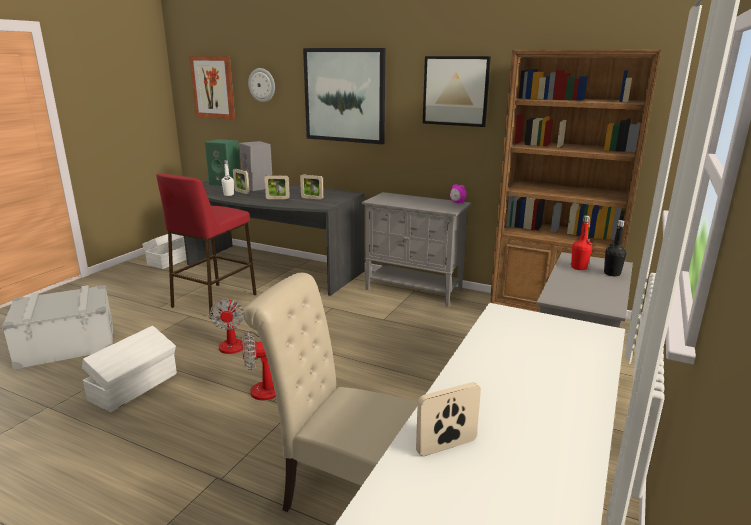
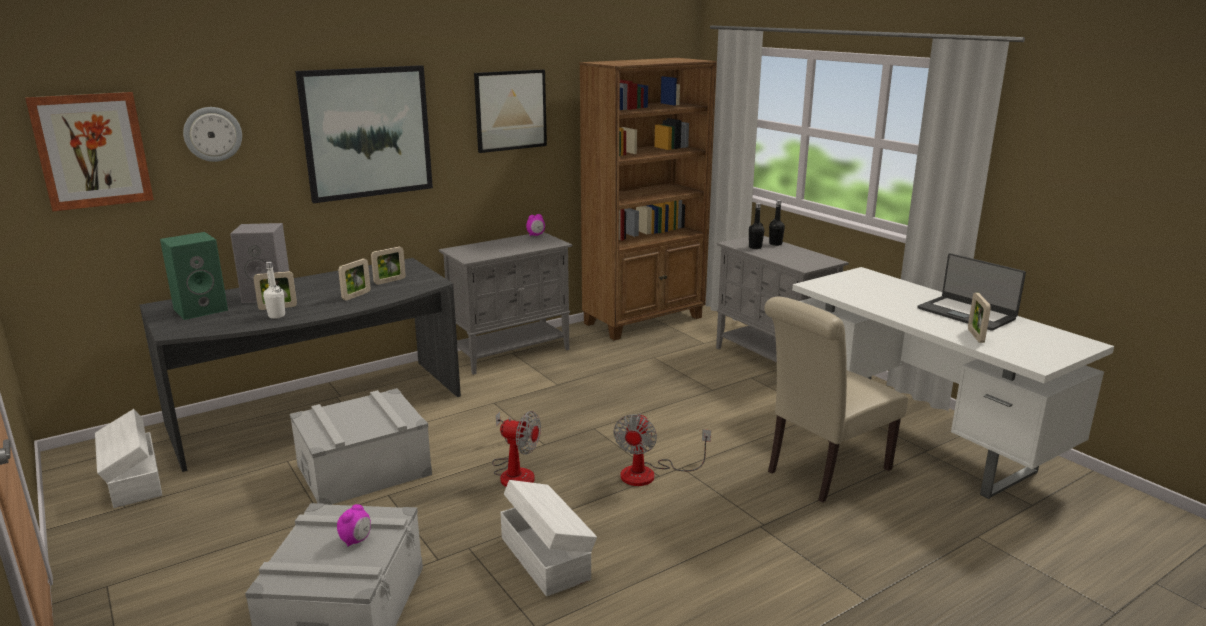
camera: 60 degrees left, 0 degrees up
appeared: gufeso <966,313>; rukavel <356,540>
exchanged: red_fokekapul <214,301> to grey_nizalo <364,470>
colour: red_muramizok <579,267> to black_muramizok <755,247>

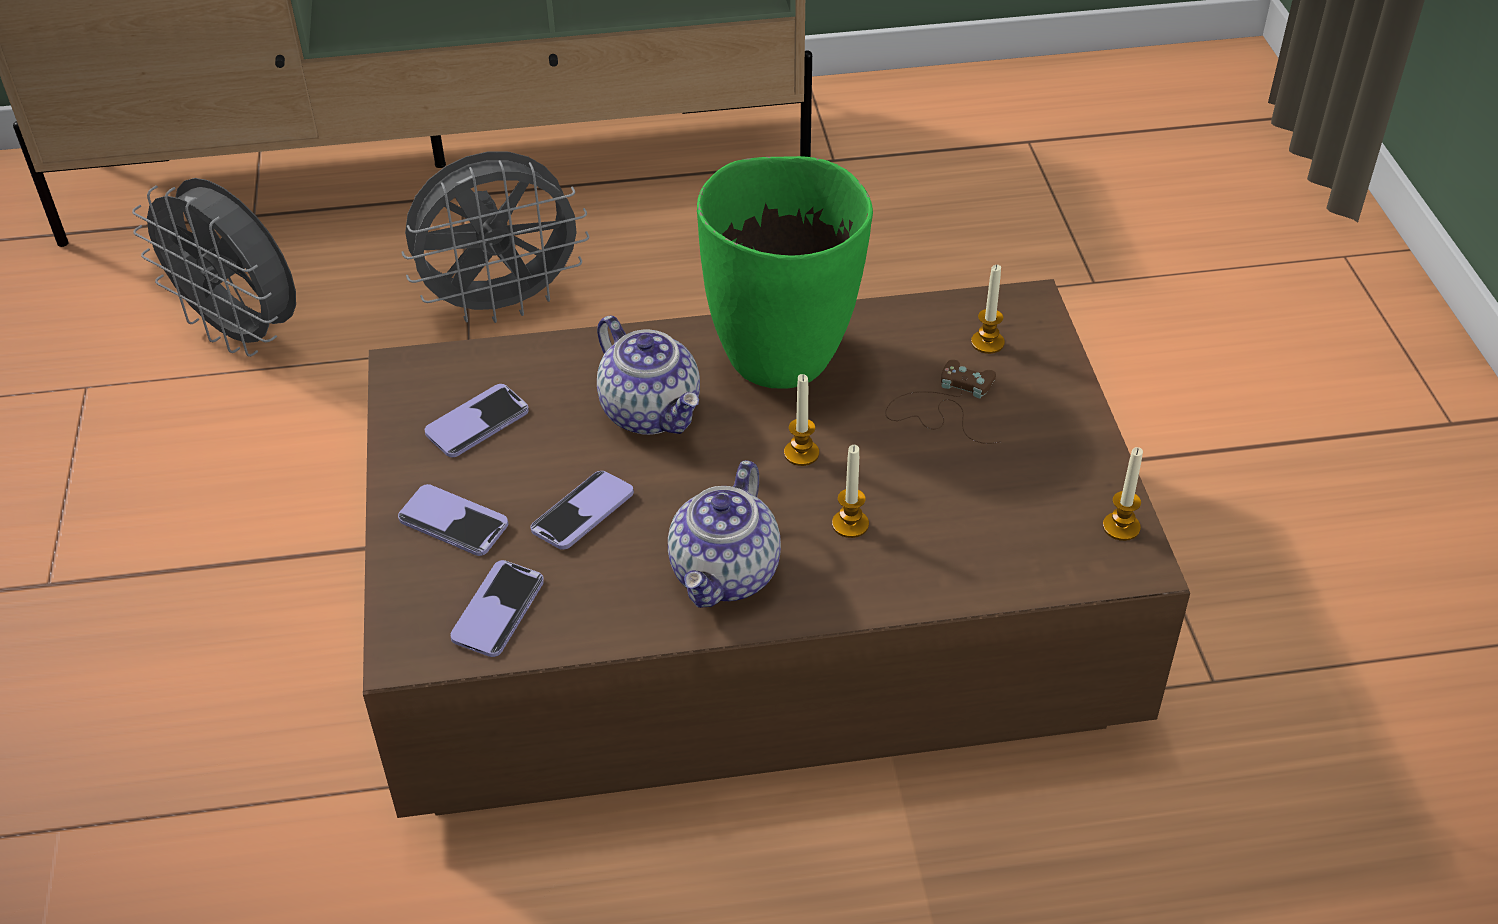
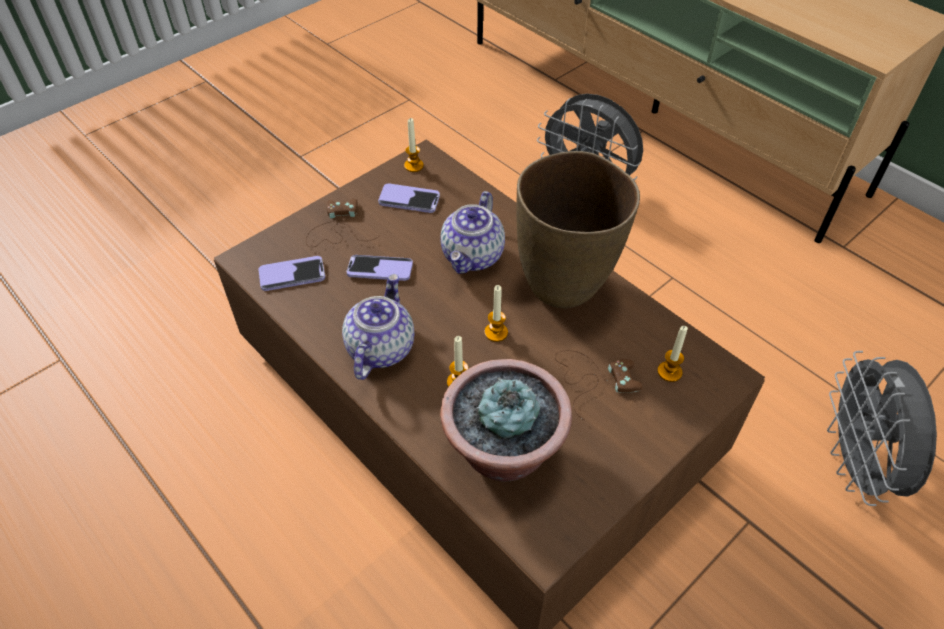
camera: 55 degrees right, 5 degrees up
appeared: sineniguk <503,451>
relocated: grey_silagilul <244,334> to <855,465>; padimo <1121,527> to <413,166>
exchanged: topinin <453,523> to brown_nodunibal <337,228>
colour: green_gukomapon <782,356> to brown_gukomapon <565,285>
spun: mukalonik <726,575> = <380,348> 120 degrees clockwise

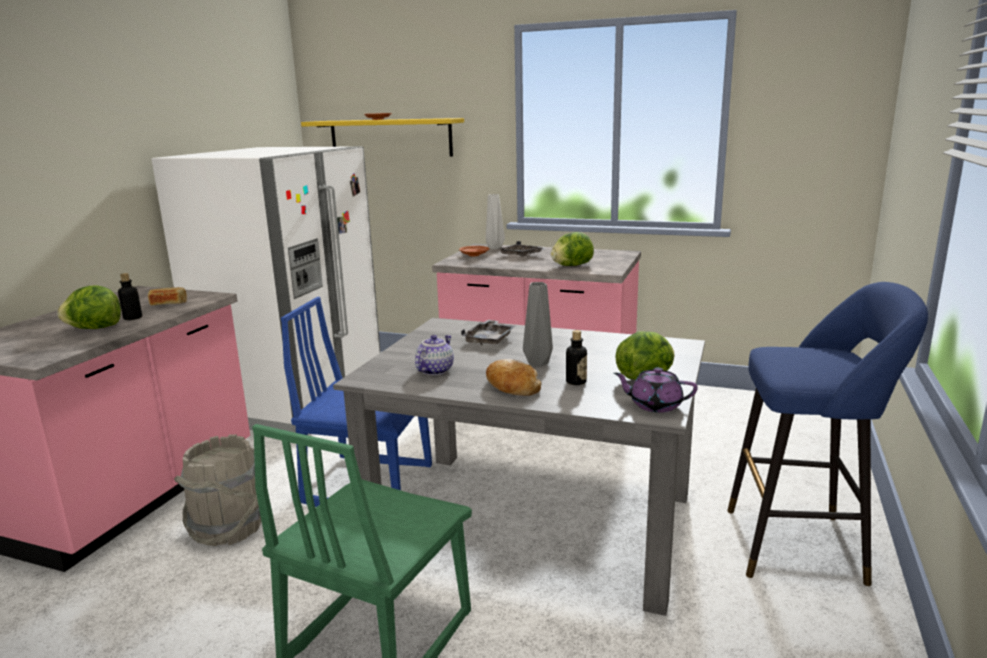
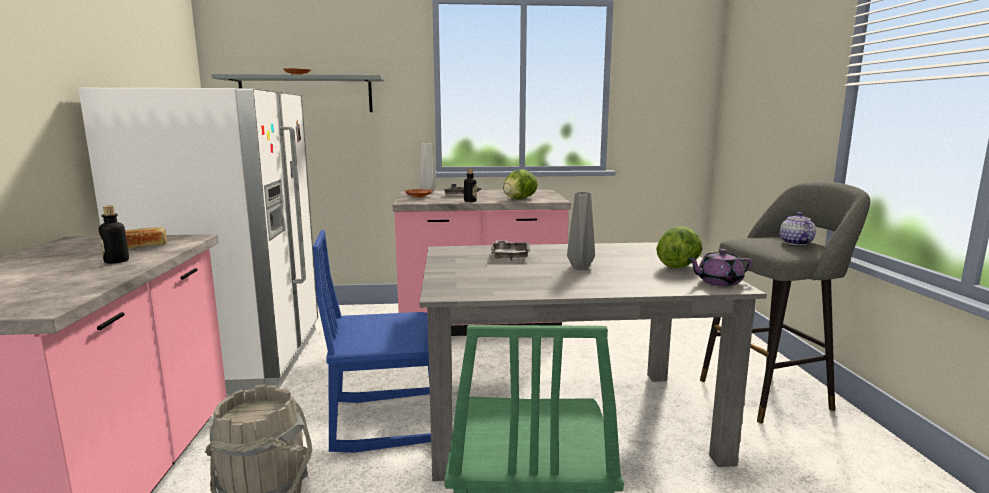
camera: 25 degrees left, 5 degrees down
missing: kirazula <95,328>; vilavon <511,387>
relocated: muramizok <576,382> to <470,201>; mukalonik <434,370> to <795,243>
colour: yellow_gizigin <390,138> to grey_gizigin <306,94>; blue_fokekapul <803,546> to grey_fokekapul <770,393>

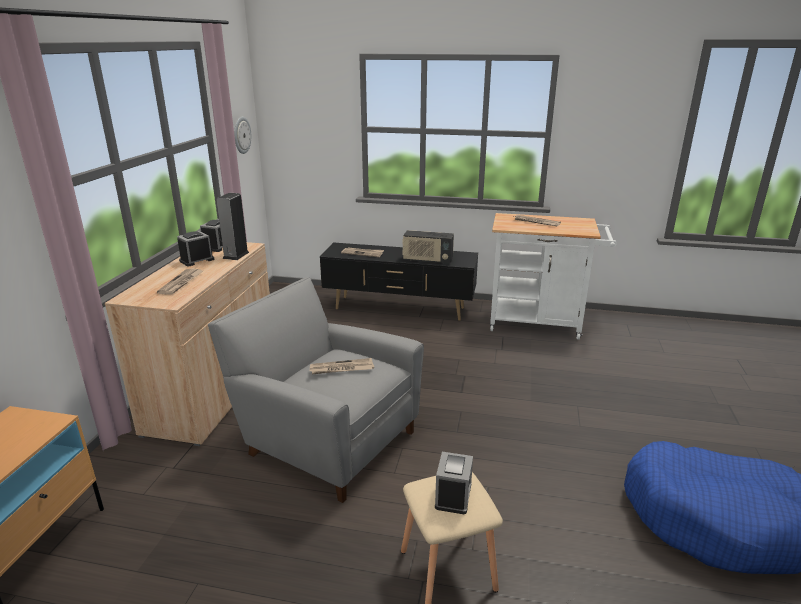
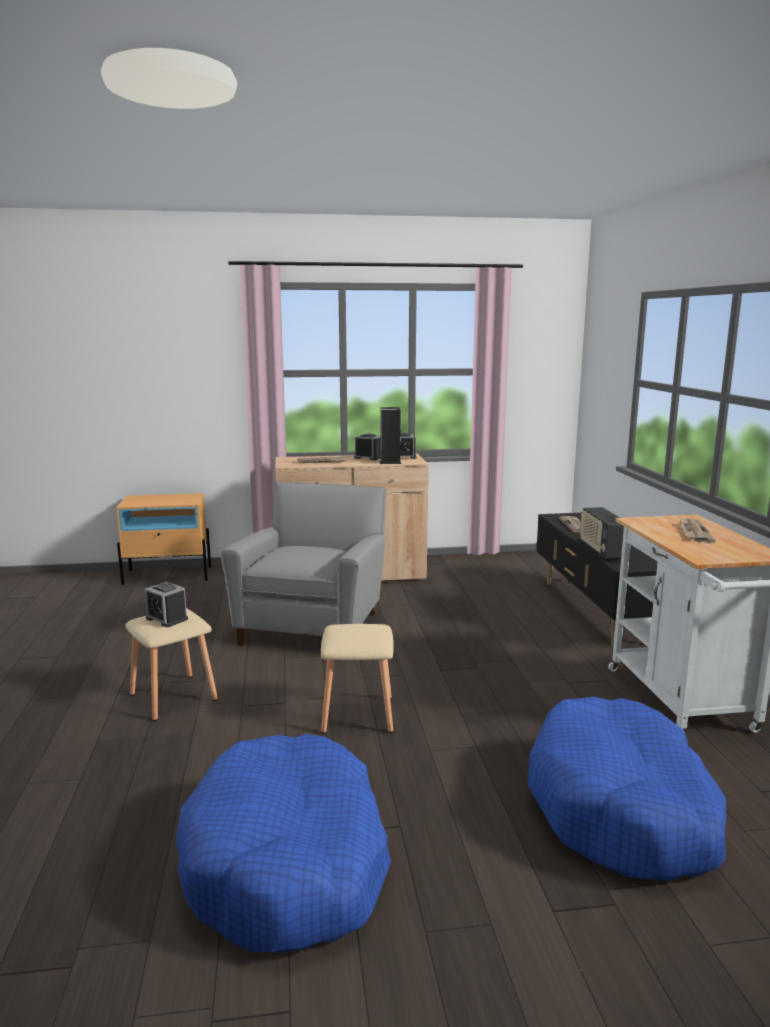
camera: 70 degrees right, 10 degrees down
missing: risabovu <241,135>; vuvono <341,369>
appeared: beige_fokekapul <359,714>; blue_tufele <622,808>
spun: rukavel <453,496> = <167,619> 45 degrees clockwise

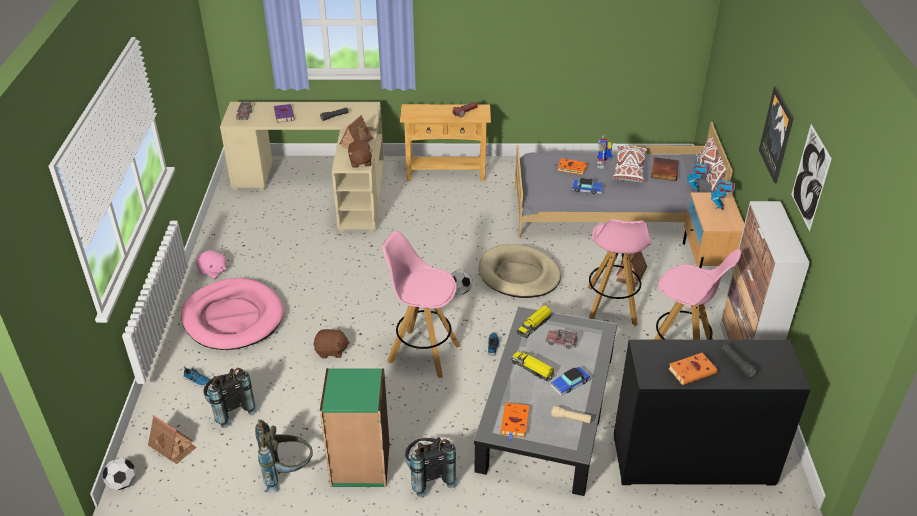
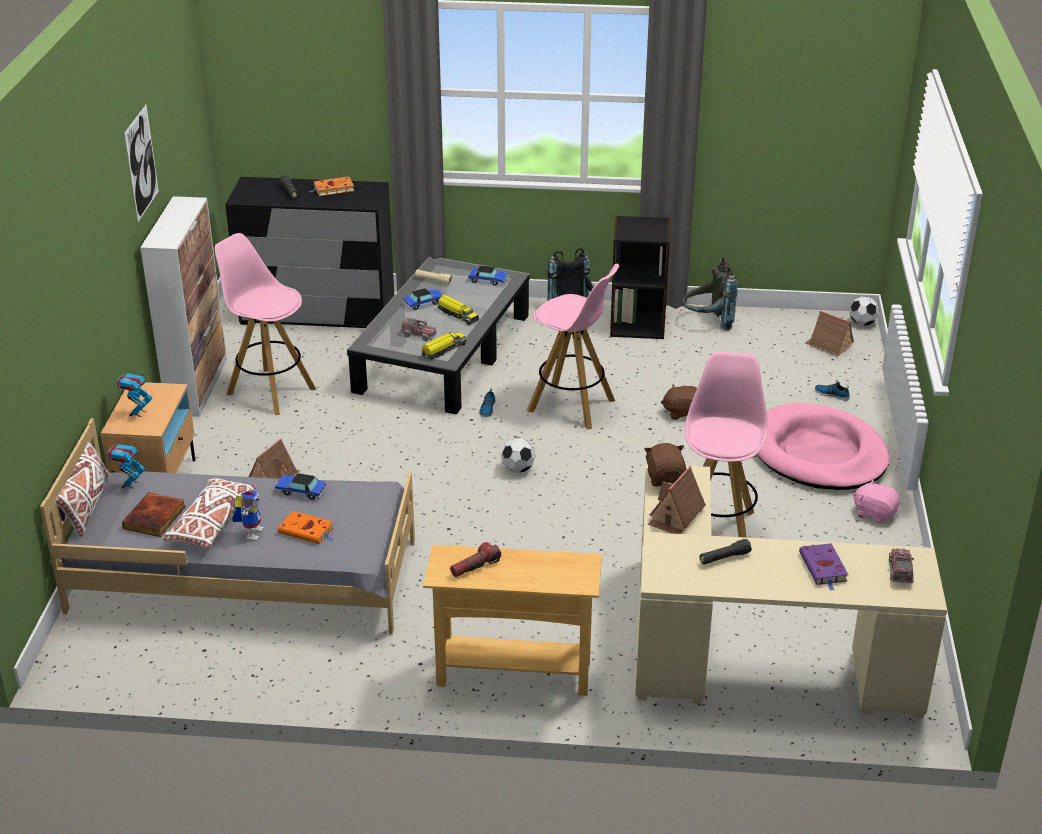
camera: 175 degrees left, 5 degrees down
missing: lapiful <777,134>; beige_tufele <519,275>; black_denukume <230,409>
relocated: pink_fokekapul <611,306> to <717,529>
exchanged: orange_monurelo <515,423> to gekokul <488,280>
colour: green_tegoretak <360,466> to black_tegoretak <637,324>

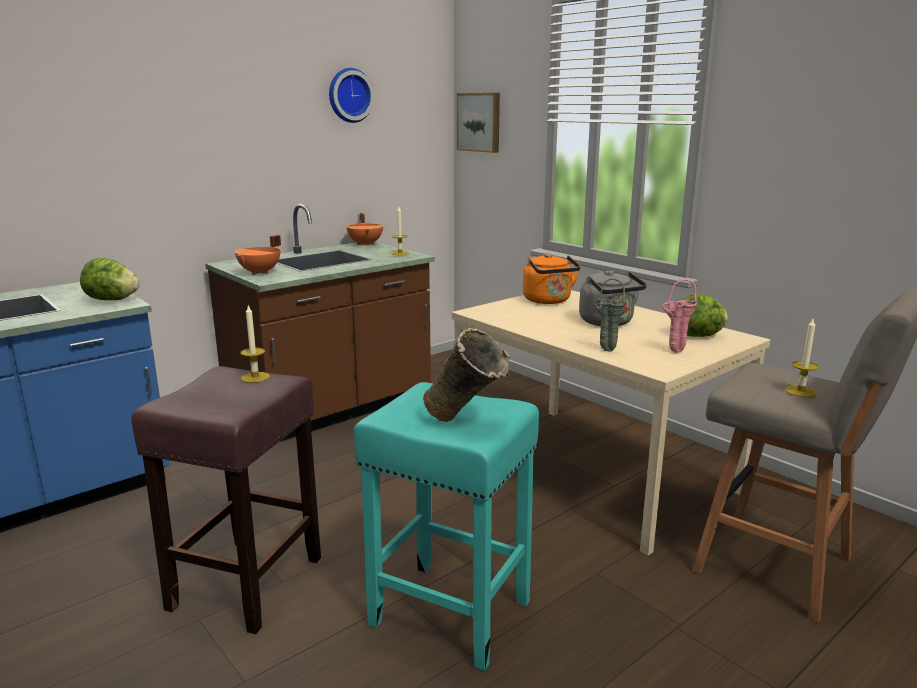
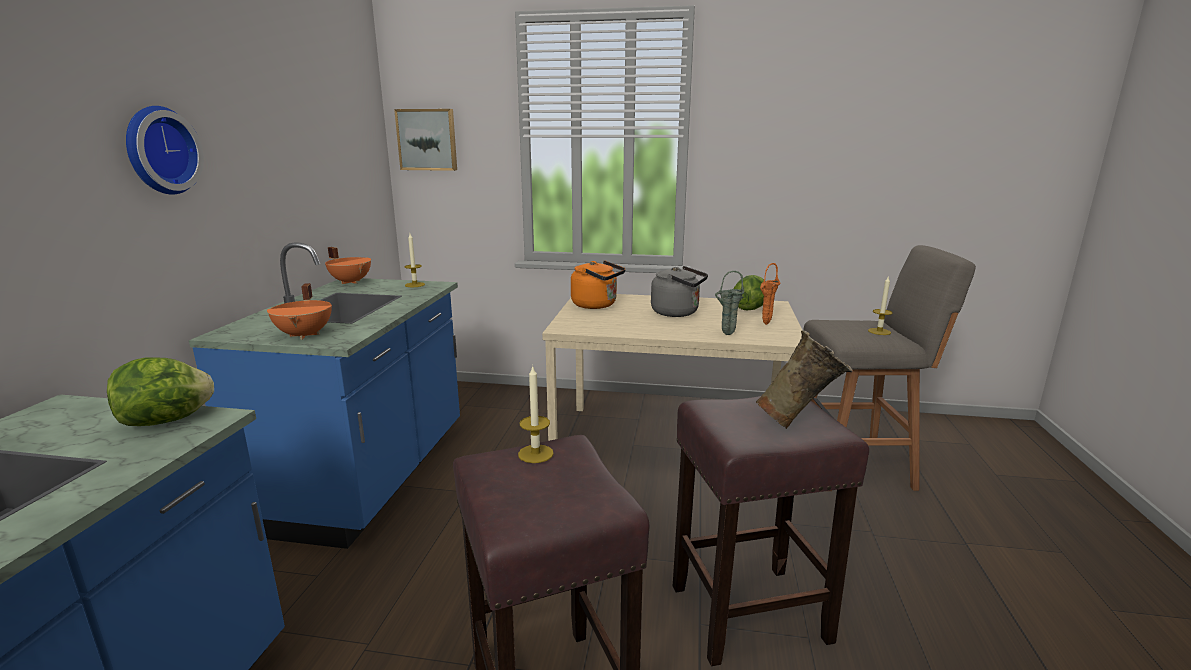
camera: 40 degrees left, 0 degrees up
relocated: risabovu <349,95> to <158,150>
colour: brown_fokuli <331,408> to blue_fokuli <368,477>; pink_gukomapon <674,352> to orange_gukomapon <765,324>; turquoise_fokekapul <447,612> to brown_fokekapul <746,614>

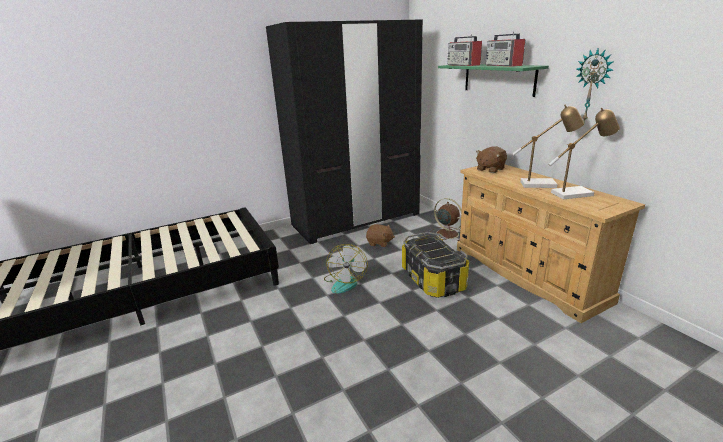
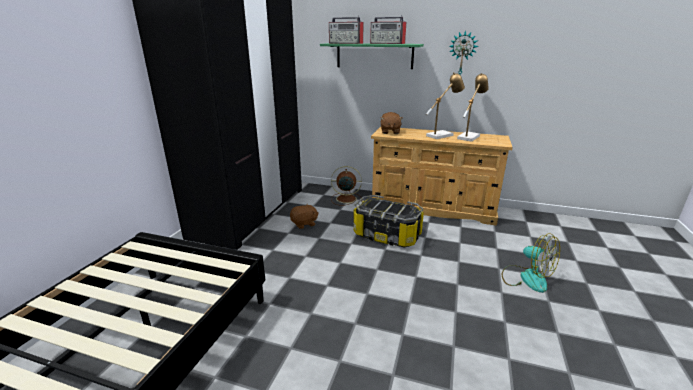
camera: 45 degrees left, 0 degrees up
relocated: silagilul <345,282> to <526,278>

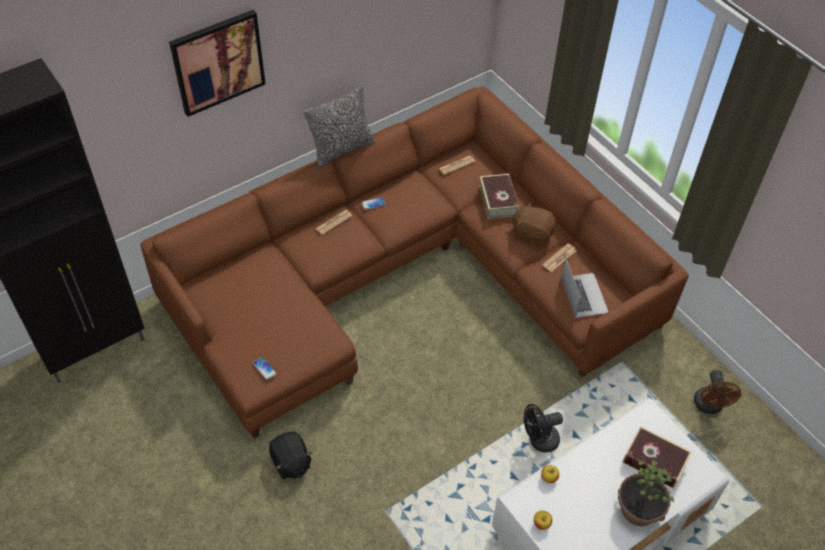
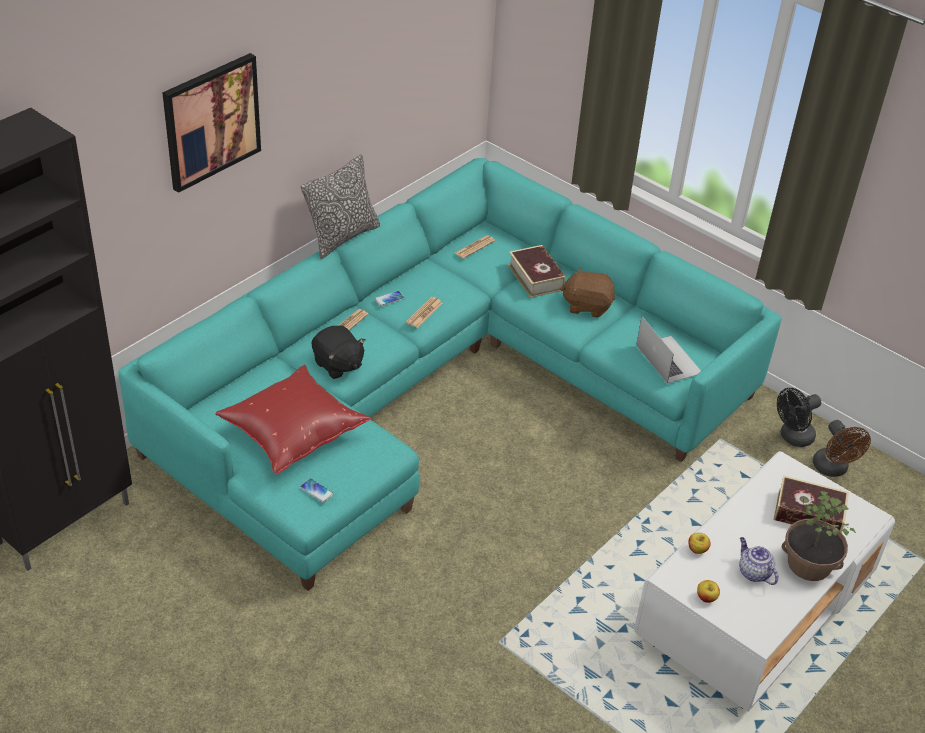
camera: 15 degrees left, 10 degrees down
appeared: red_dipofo <292,433>; mukalonik <753,572>
relocated: vuvono <559,258> to <424,313>; black_silagilul <539,441> to <792,438>; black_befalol <290,463> to <338,365>
colour: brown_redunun <408,276> to turquoise_redunun <440,385>

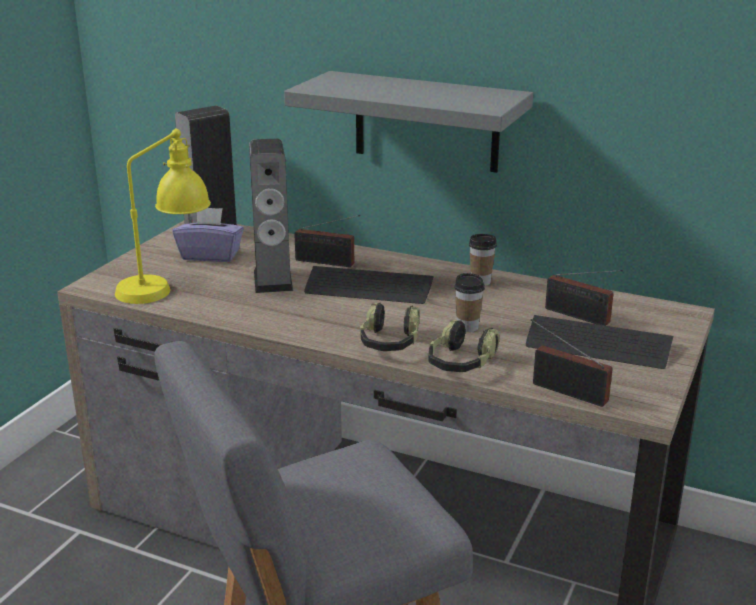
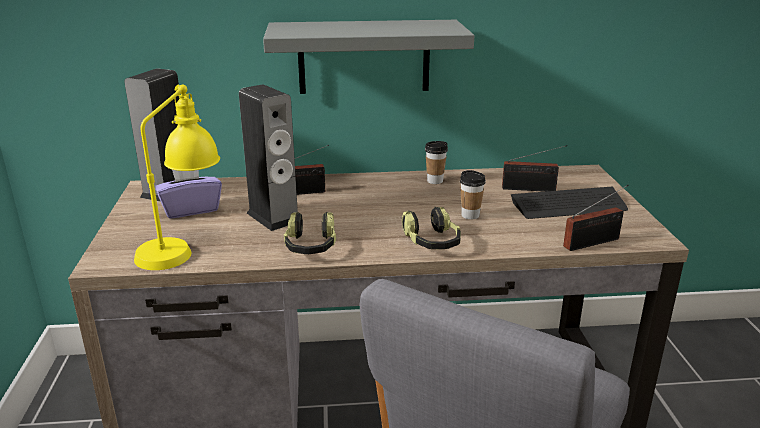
camera: 30 degrees left, 0 degrees up
missing: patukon <368,288>
relocated: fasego <461,363> to <311,247>
spun: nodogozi <566,391> = <594,242> 150 degrees clockwise

